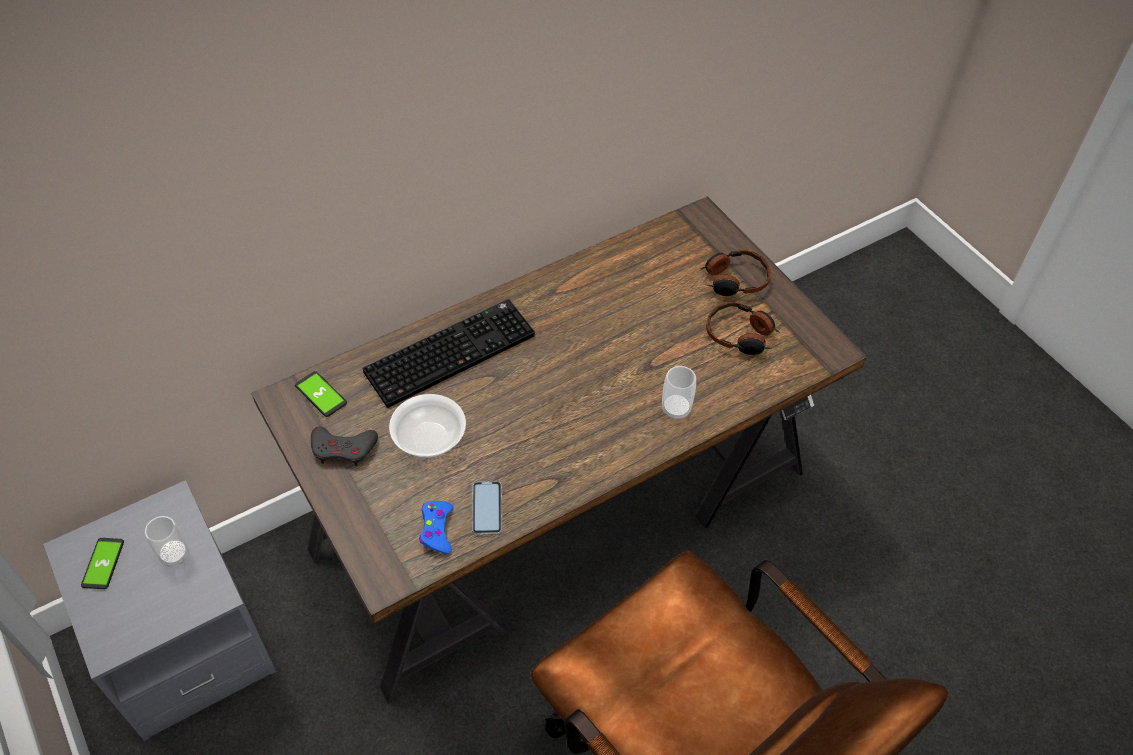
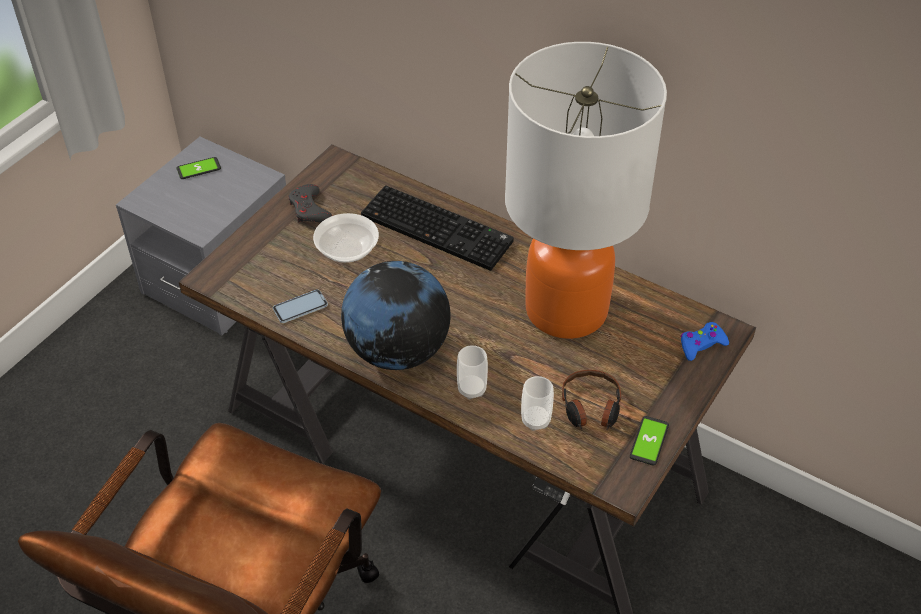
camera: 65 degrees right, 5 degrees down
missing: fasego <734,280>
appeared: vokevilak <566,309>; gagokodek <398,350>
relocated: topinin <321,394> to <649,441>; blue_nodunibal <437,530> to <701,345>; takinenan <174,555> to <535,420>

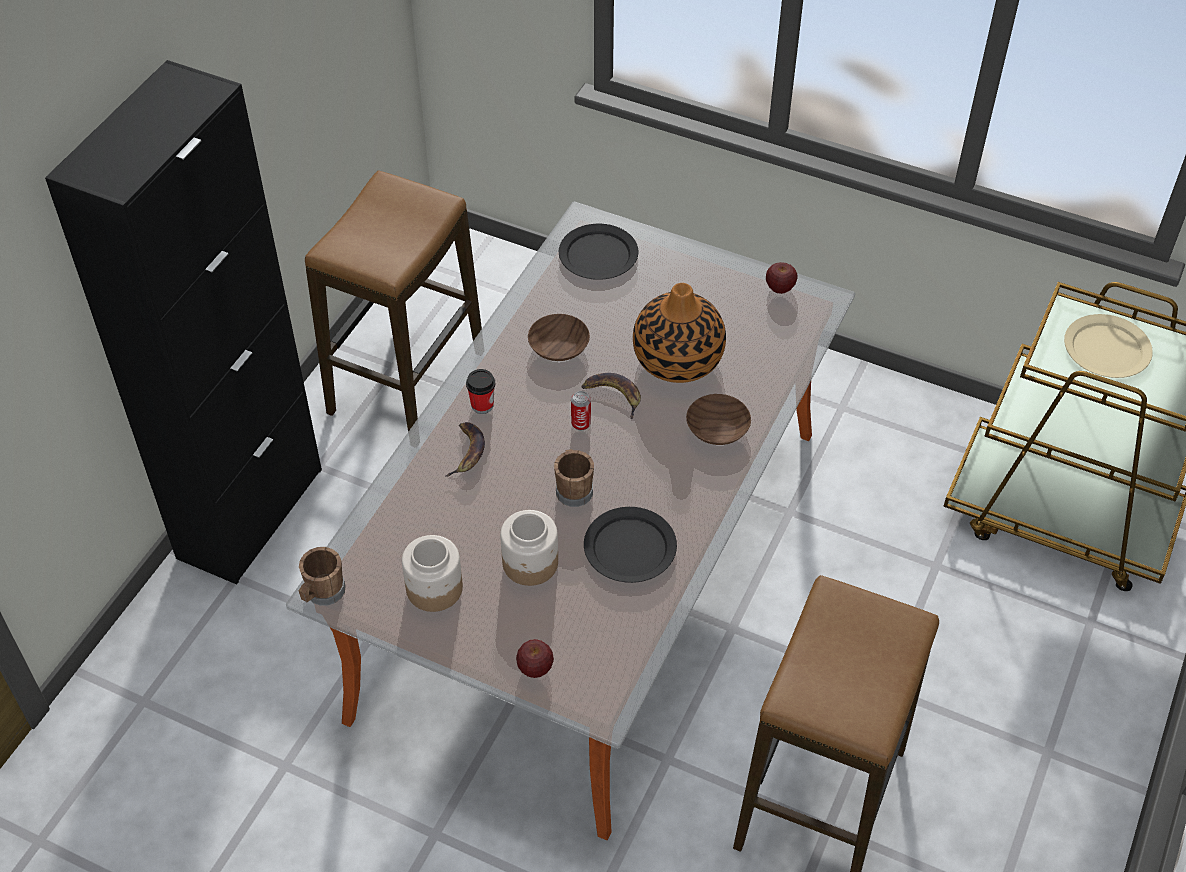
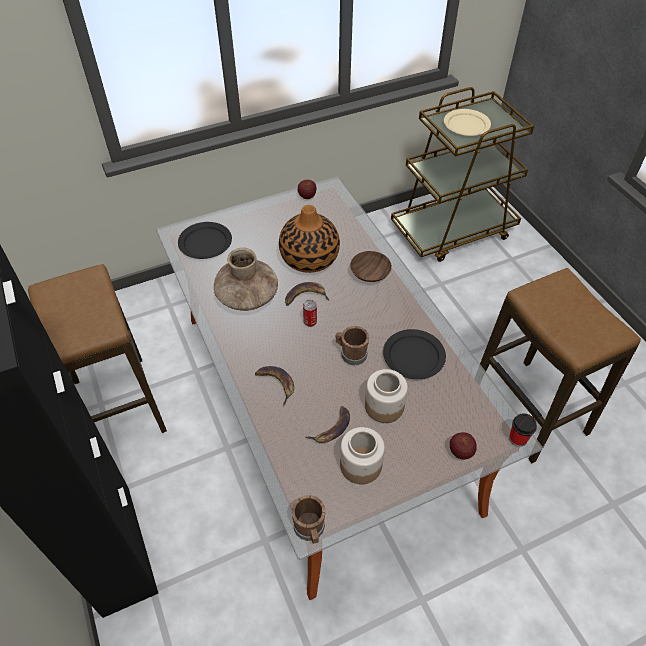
camera: 50 degrees left, 0 degrees up
appeared: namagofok <332,429>
relocated: takinenan <482,405> to <518,439>
exchanged: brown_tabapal <559,346> to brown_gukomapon <247,296>

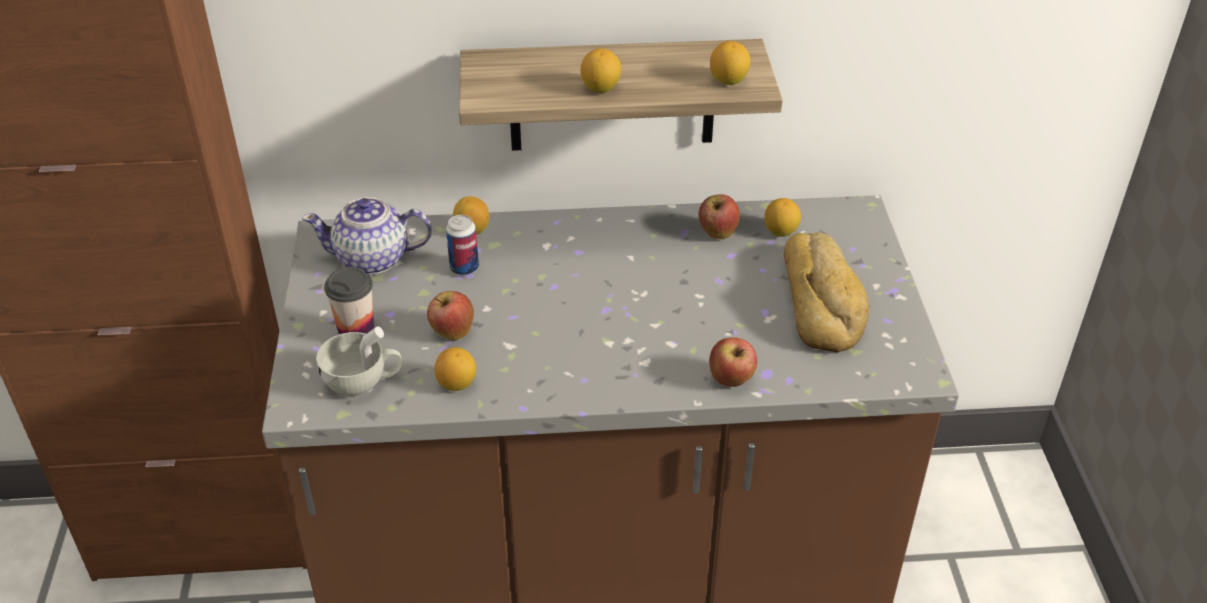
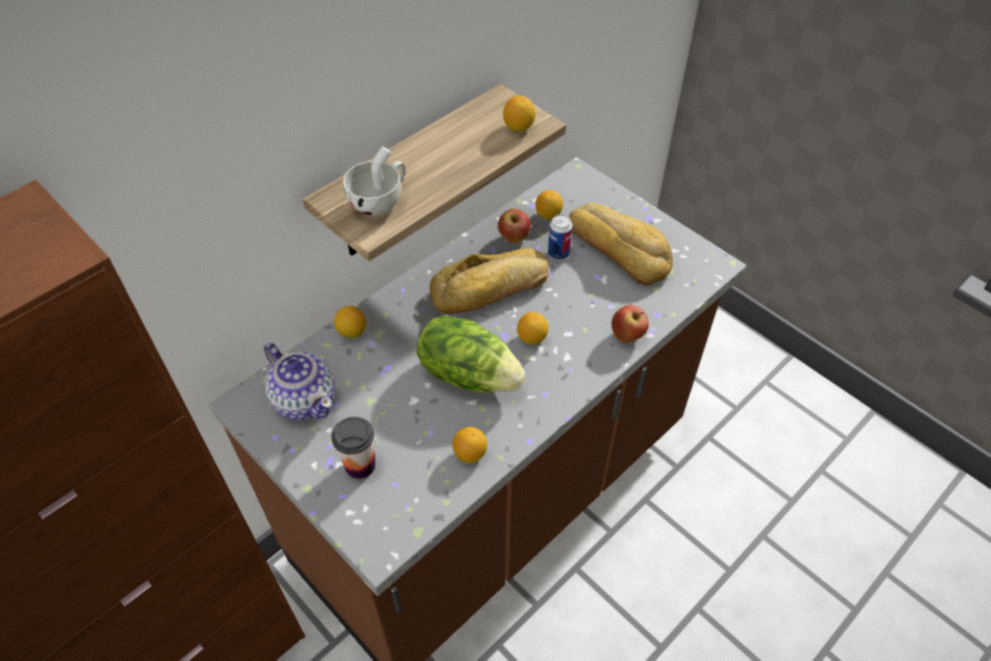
camera: 40 degrees left, 10 degrees up
missing: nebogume <452,333>
appeared: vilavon <491,289>; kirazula <469,374>
relocated: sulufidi <601,88> to <532,338>; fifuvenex <464,268> to <558,253>; white_takinenan <363,381> to <380,201>
spun: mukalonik <373,259> = <305,399> 90 degrees counterclockwise

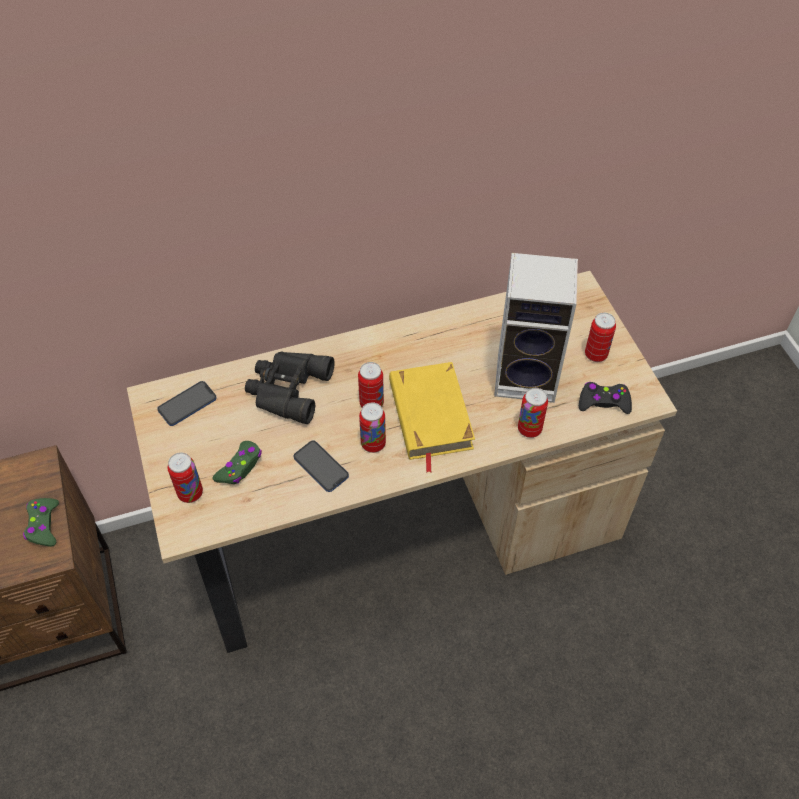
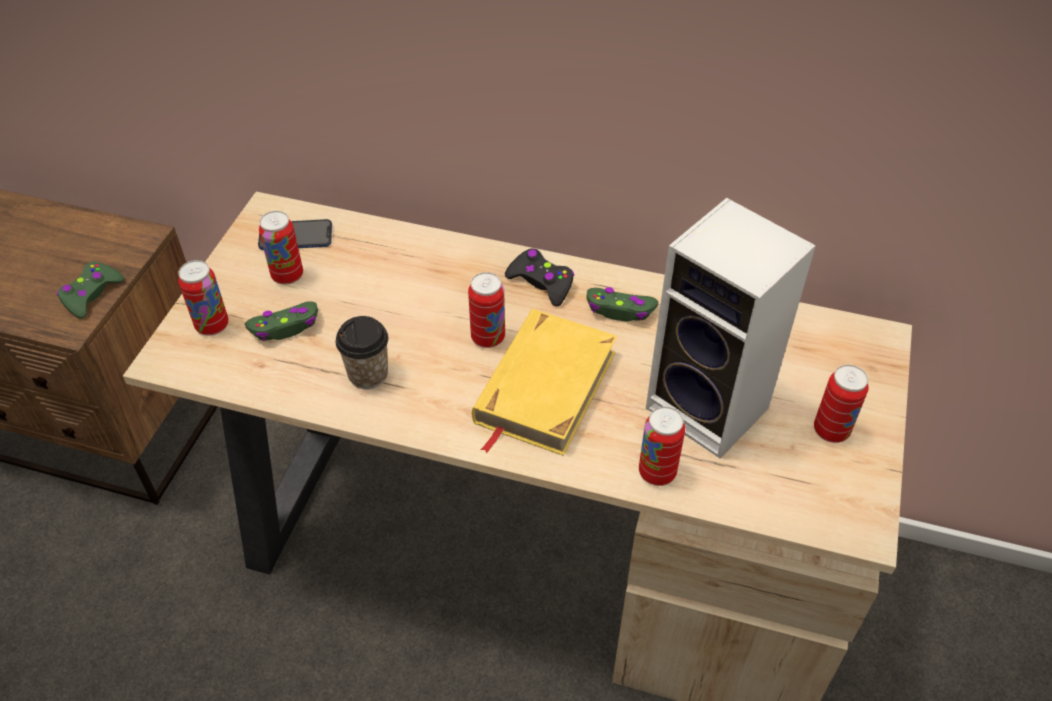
camera: 35 degrees right, 5 degrees down
missing: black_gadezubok <287,389>
appeared: green_nodunibal <620,310>
relocated: black_nodunibal <603,402> to <541,282>; fifuvenex <373,444> to <287,276>
exchanged: topinin <321,467> to takinenan <368,375>

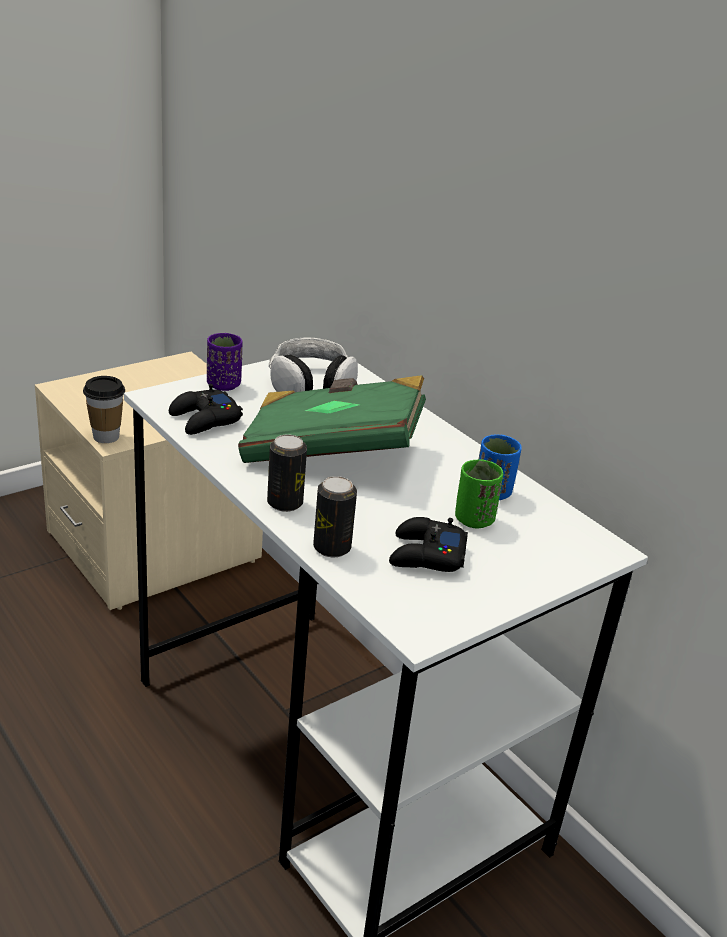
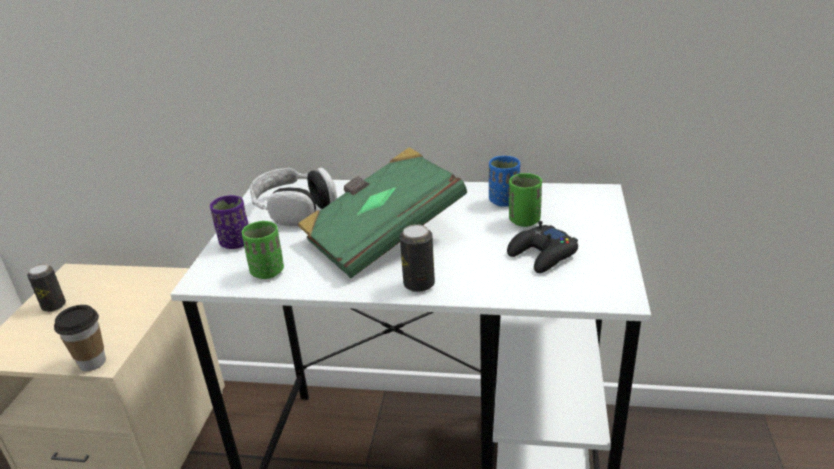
camera: 40 degrees left, 0 degrees up
relocated: fifuvenex <332,548> to <54,306>
exchanged: black_nodunibal <205,420> to green_takinenan <267,271>

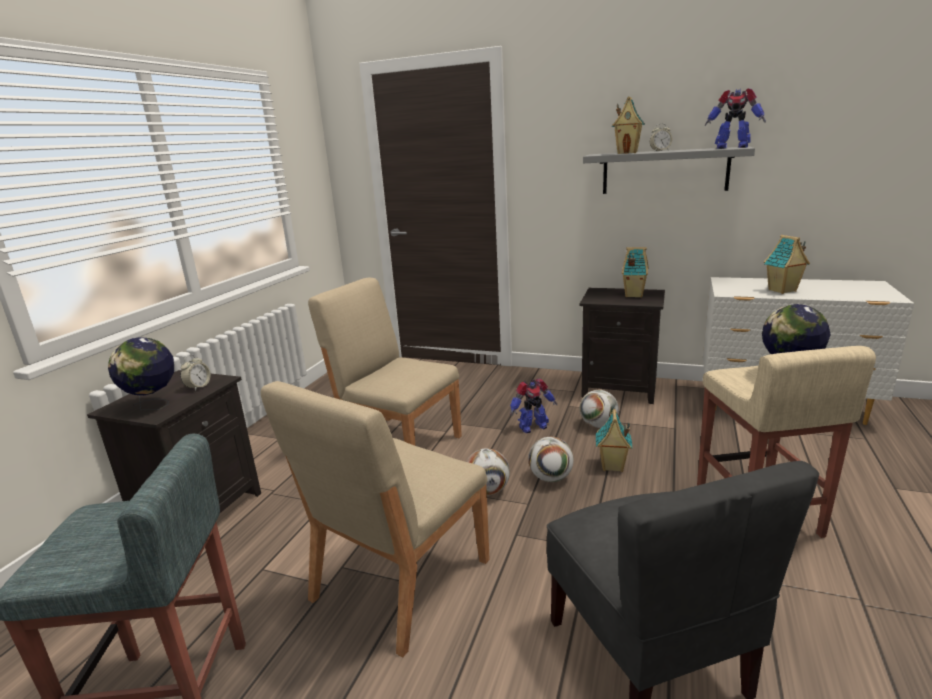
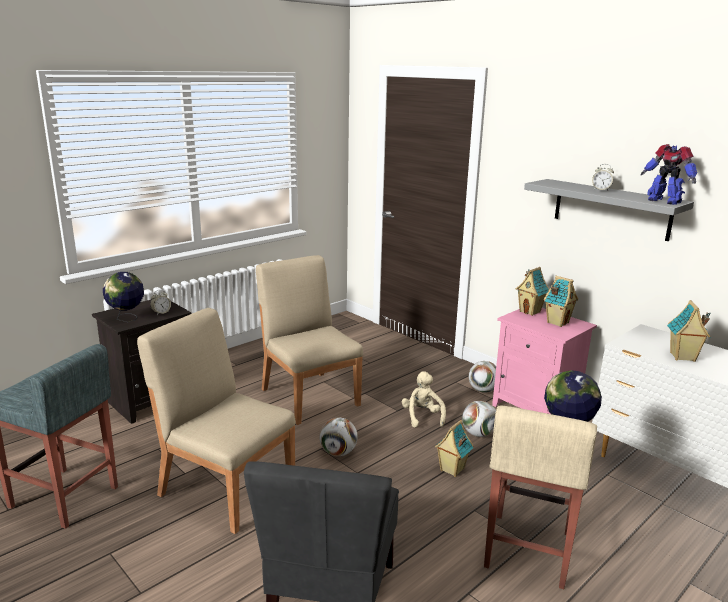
camera: 25 degrees right, 0 degrees up
relocated: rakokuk <627,153> to <530,311>; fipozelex <550,478> to <483,390>
exchanged: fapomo <532,427> to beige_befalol <422,417>
colour: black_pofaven <620,388> to pink_pofaven <536,409>
spun: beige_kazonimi <399,580> = <226,487> 60 degrees clockwise

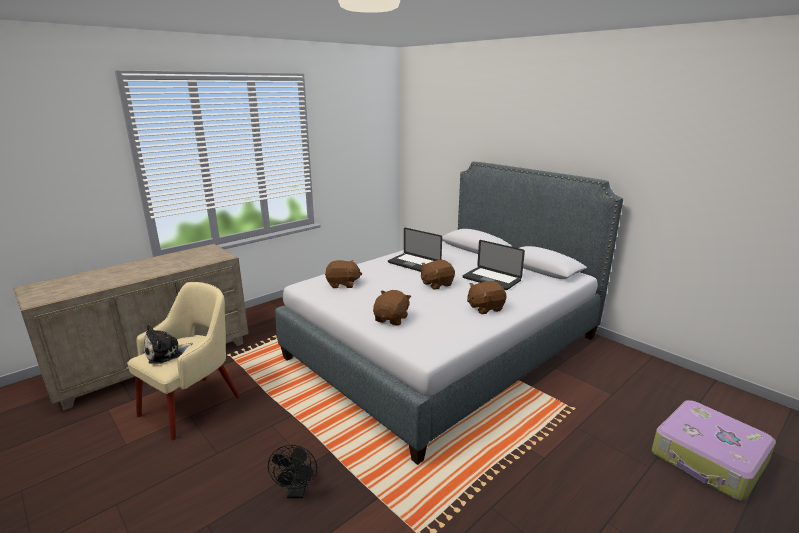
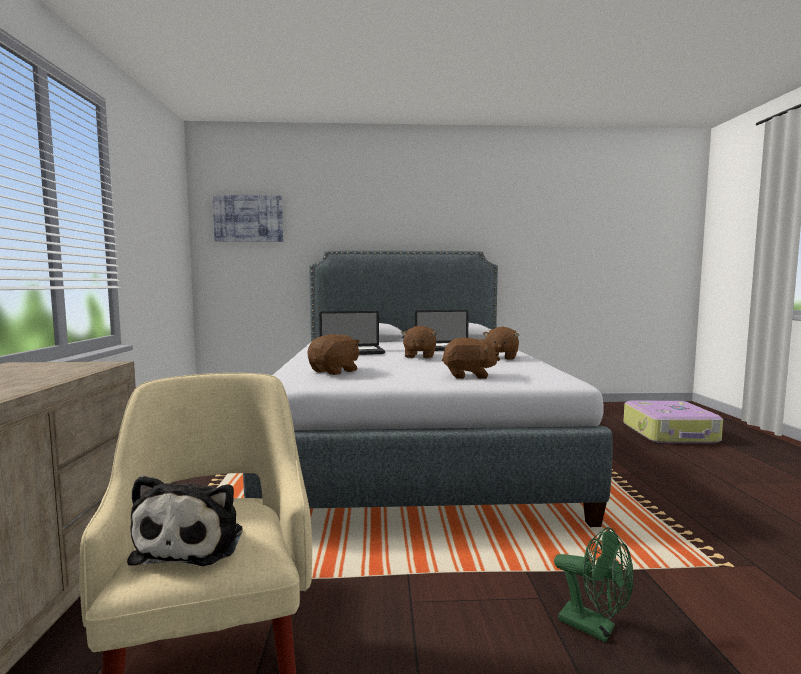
camera: 50 degrees left, 15 degrees down
appeared: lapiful <248,218>
colour: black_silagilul <297,491> to green_silagilul <595,628>
spun: brown_befalol <392,319> = <469,376> 120 degrees clockwise

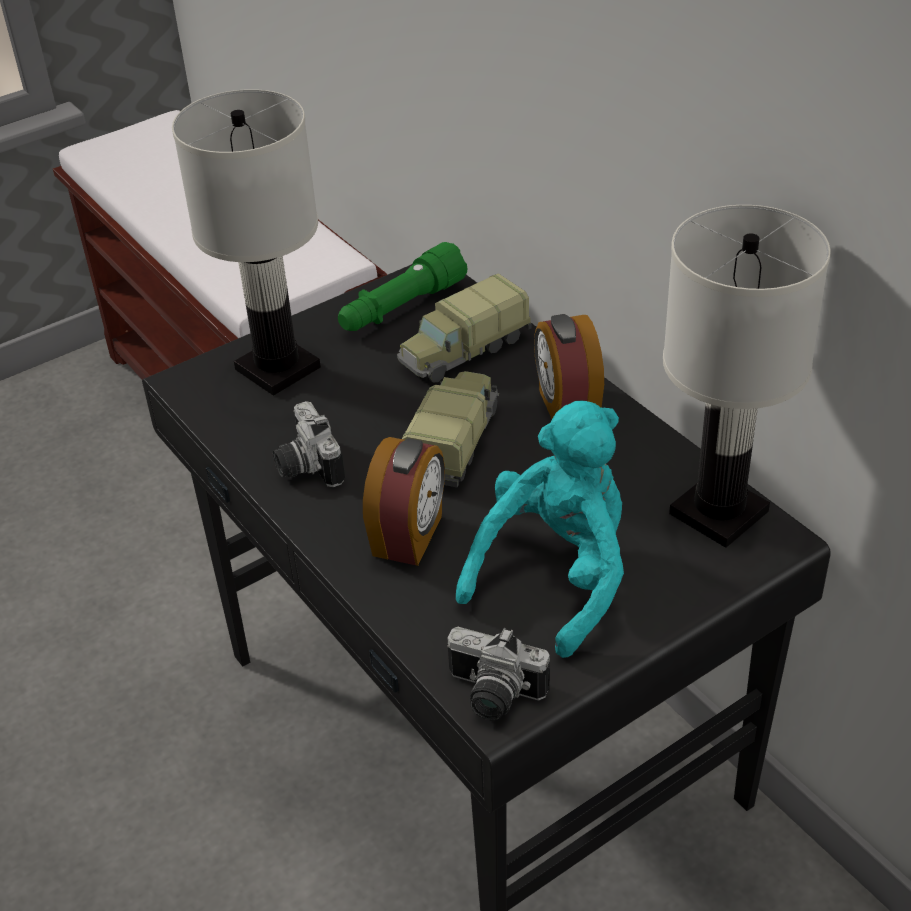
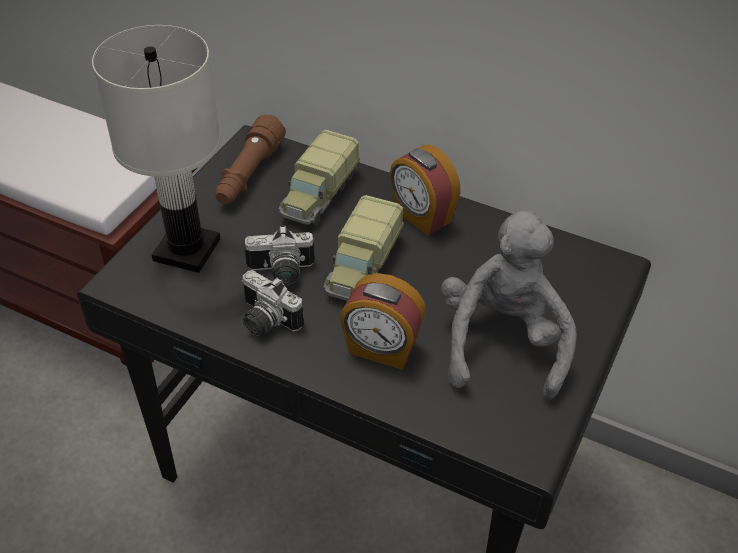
camera: 30 degrees left, 5 degrees up
missing: white_vokevilak <717,513>
relocated: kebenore <492,696> to <281,273>
colour: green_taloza <401,308> to brown_taloza <249,174>; turquoise_befalol <556,575> to grey_befalol <502,342>
spun: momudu <455,442> = <362,266> 150 degrees counterclockwise; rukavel <409,536> = <381,349> 120 degrees clockwise

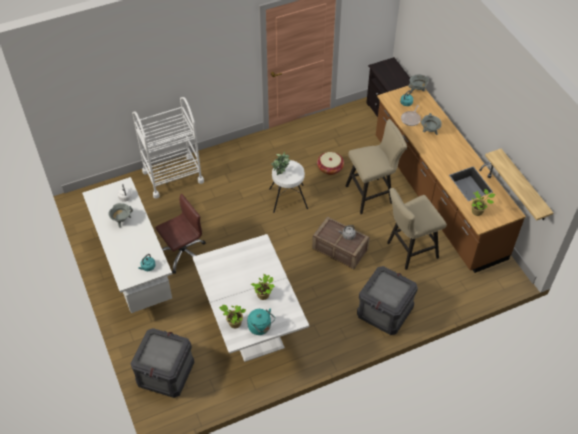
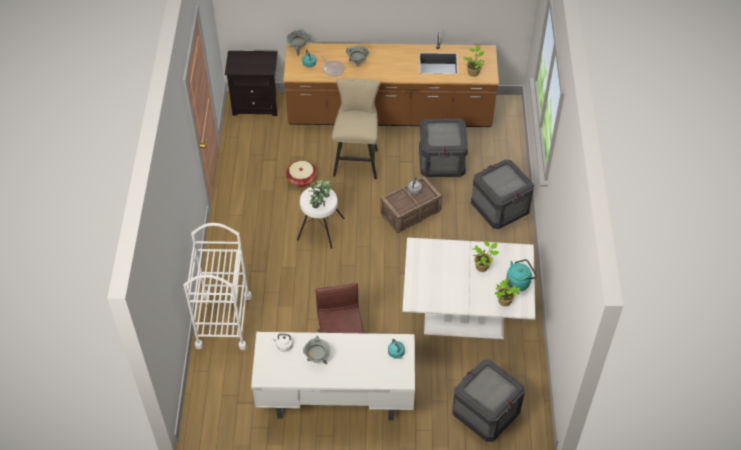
camera: 65 degrees left, 0 degrees up
missing: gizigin <524,186>
exchanged: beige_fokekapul <409,251> to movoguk <441,161>

